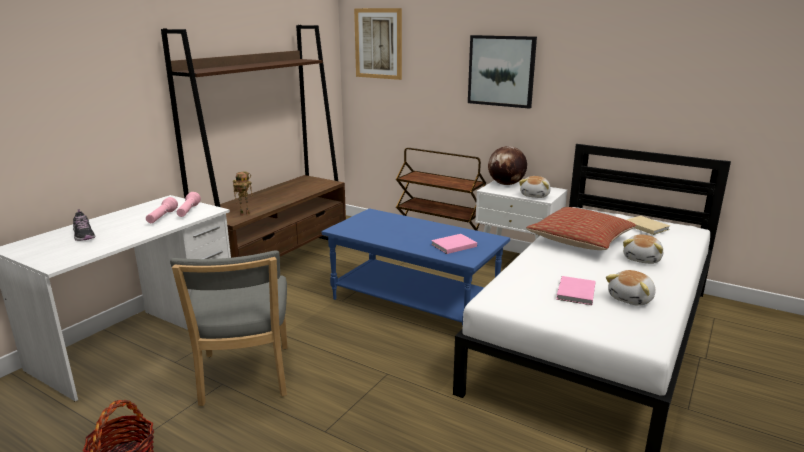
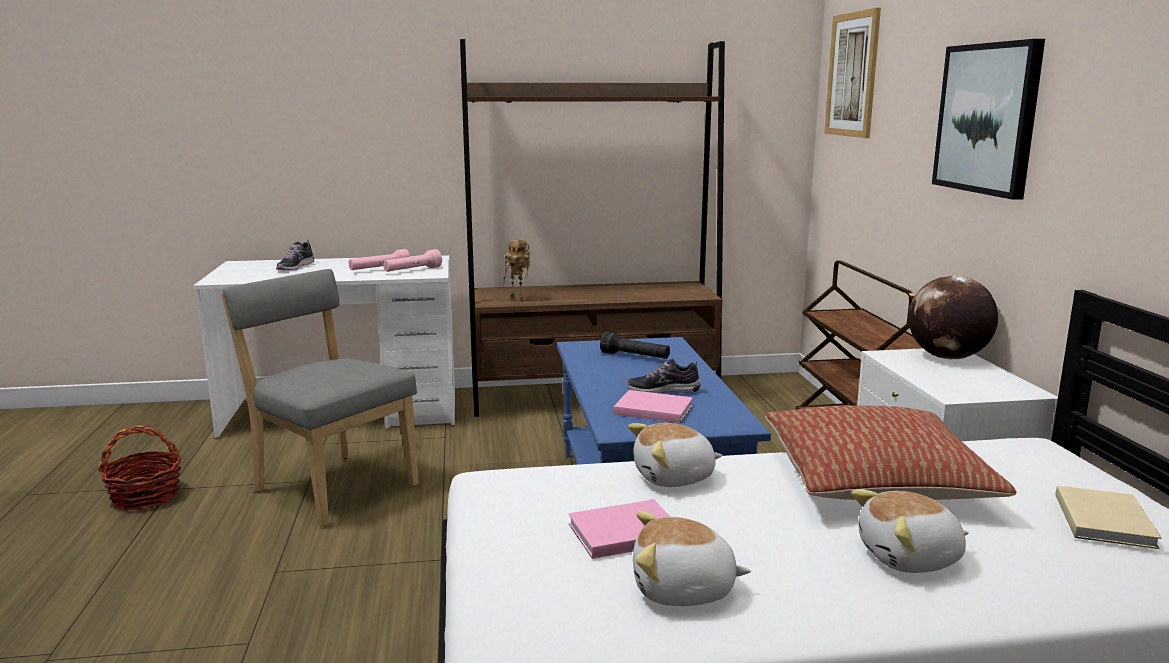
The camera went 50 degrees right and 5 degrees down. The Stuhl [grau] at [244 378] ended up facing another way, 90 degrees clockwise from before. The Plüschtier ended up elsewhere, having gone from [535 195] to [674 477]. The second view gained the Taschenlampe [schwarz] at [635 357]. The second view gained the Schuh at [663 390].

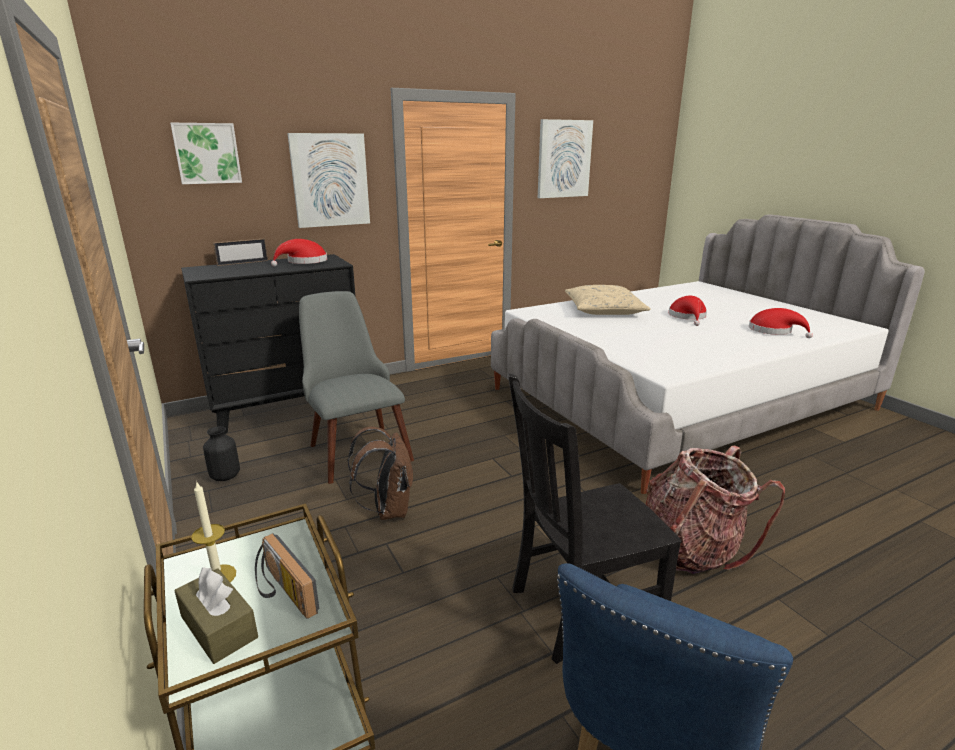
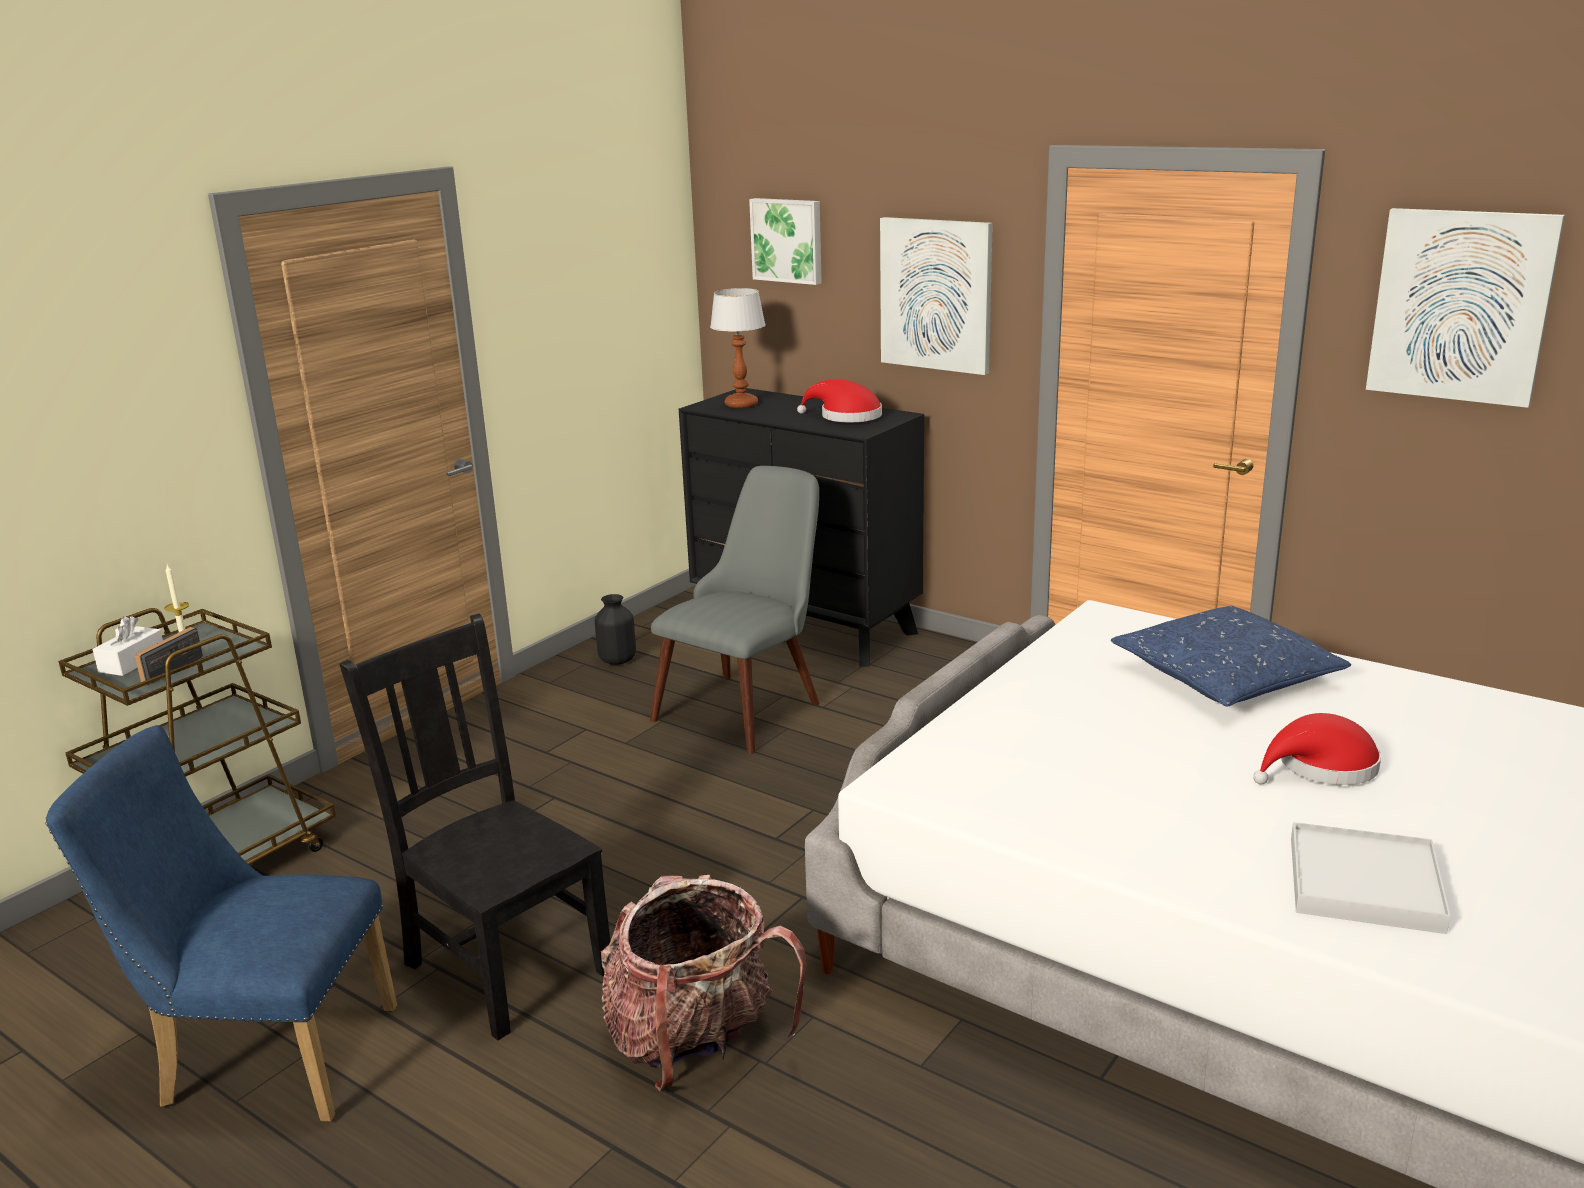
The camera went 65 degrees right and 0 degrees up. What was the Taschentuchbox [braun] at [219 627] turned into the Taschentuchbox [weiß] at [132 662]. The second view lost the Bilderrahmen at [243 263]. The second view lost the Rucksack [braun] at [388 509]. What was the Kissen [beige] at [604 310] turned into the Kissen [blau] at [1226 676]. Where the Hut [rot] stood at [773 331], the Tablett [weiß] came to stand at [1364 883]. The second view gained the Tischlampe at [742 405].

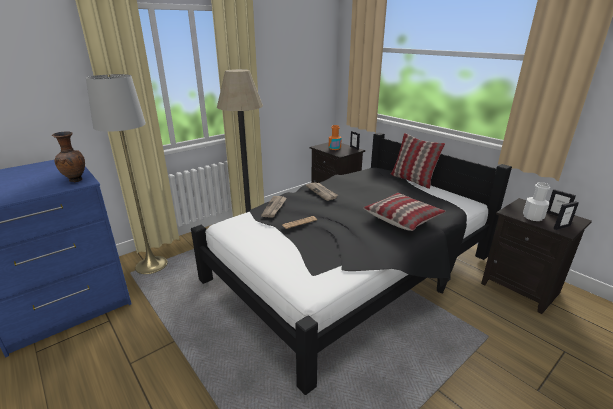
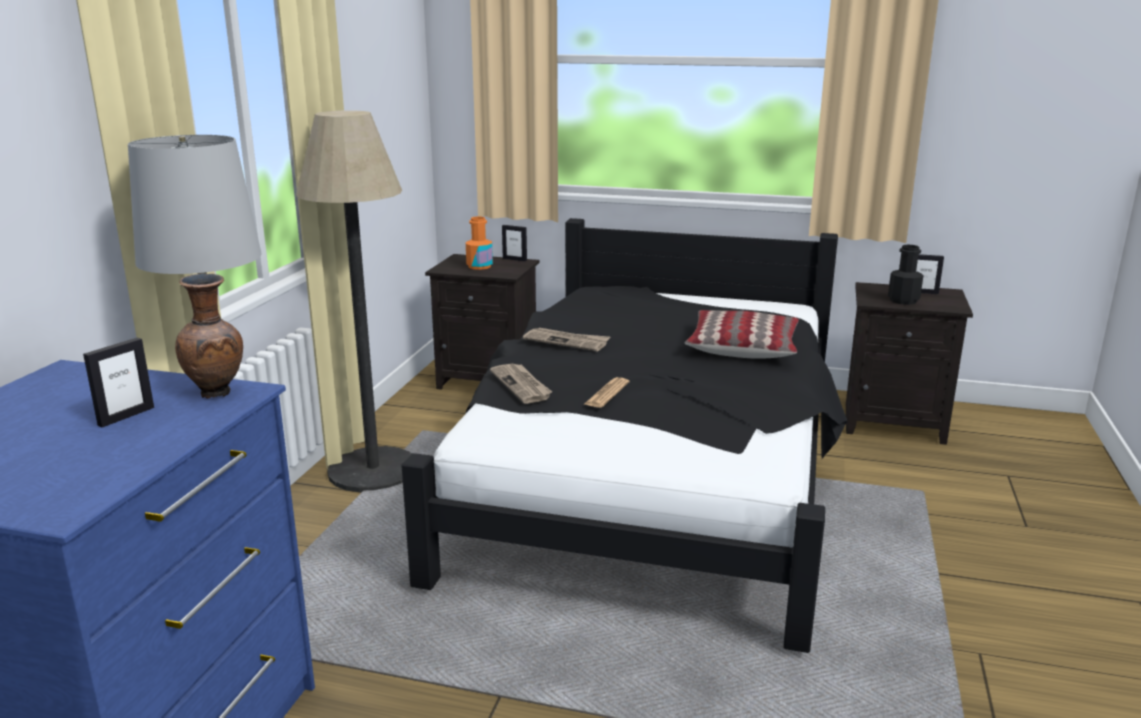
The camera went 35 degrees left and 5 degrees down. The second view lost the Kissen at [412 180]. What was the Flasche [weiß] at [533 217] turned into the Flasche [schwarz] at [903 300]. The Bilderrahmen ended up elsewhere, having gone from [561 227] to [126 416].

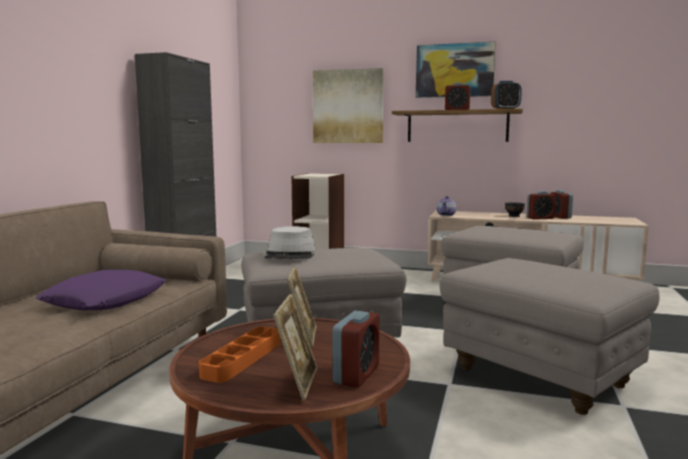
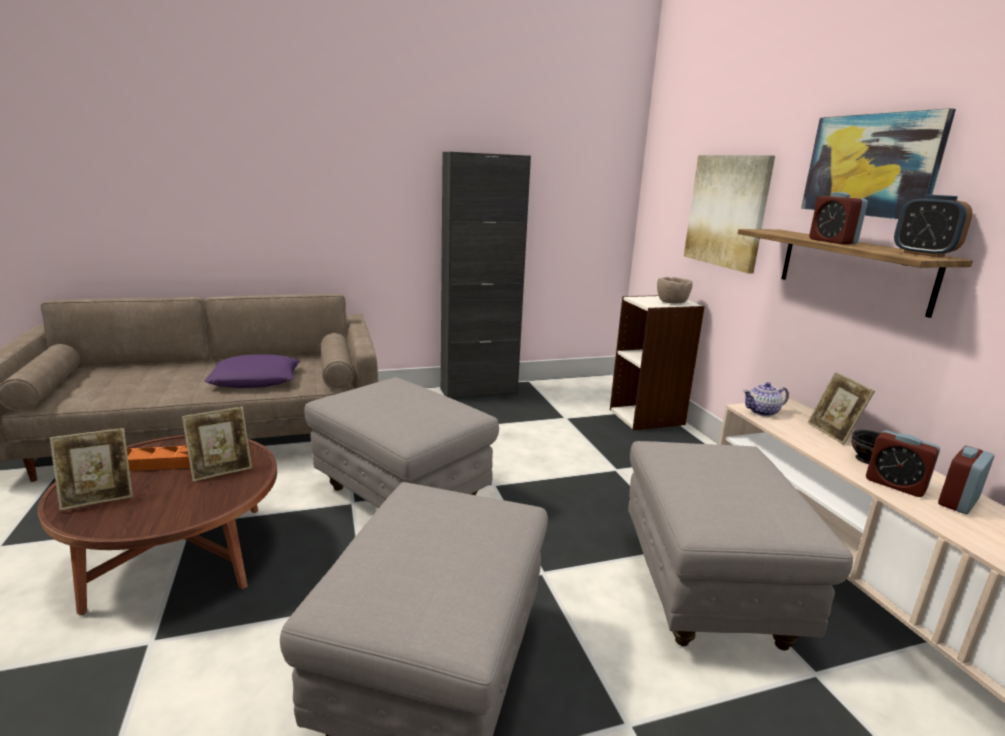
The camera went 55 degrees right and 10 degrees up. The second view lost the Hut [grau] at [290 255]. The second view lost the Wecker at [356 375]. The second view gained the Schüssel [braun] at [672 302]. The second view gained the Bilderrahmen at [832 433].

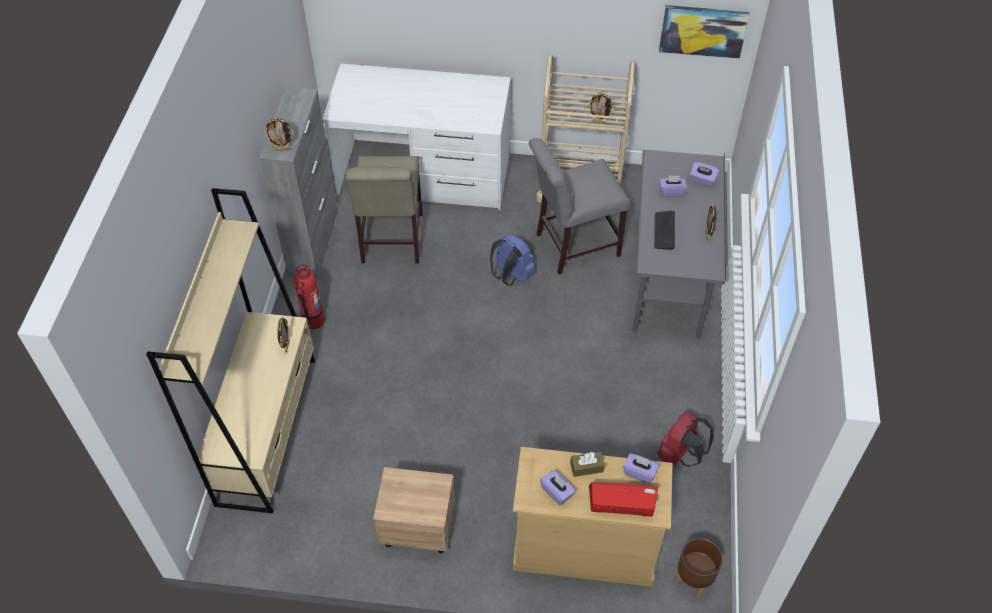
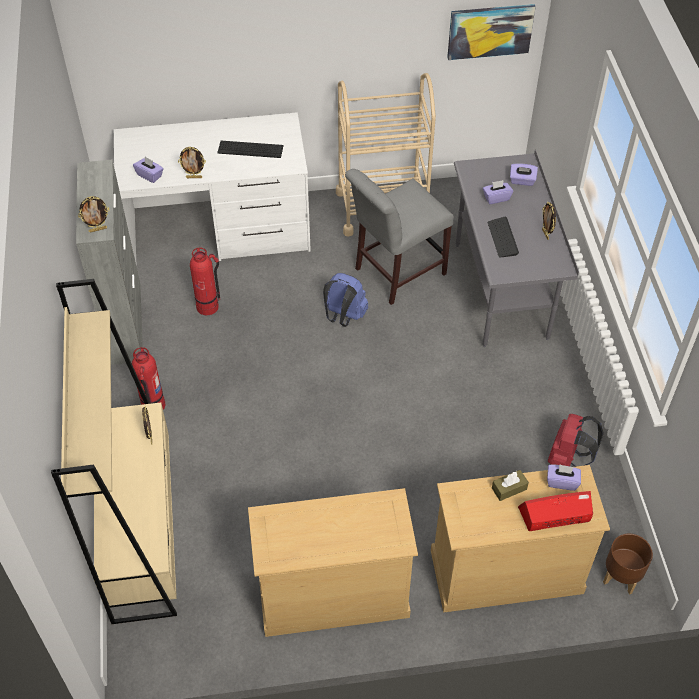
The camera went 15 degrees left and 0 degrees up. Where the Stuhl [beige] stood at [391 242], the Feuerlöscher came to stand at [208 306]. Where the Nachttisch [beige] stood at [416 528], the Kommode [beige] came to stand at [332 594]. The Taschentuchbox [lila] ended up elsewhere, having gone from [557 492] to [150 175]. The Bilderrahmen ended up elsewhere, having gone from [599 122] to [194 177]. The second view gained the Tastatur at [250 149].

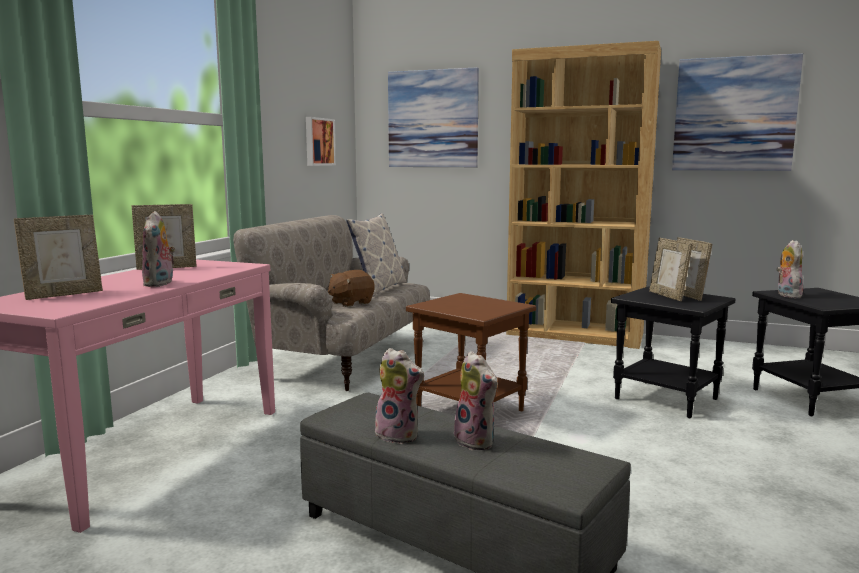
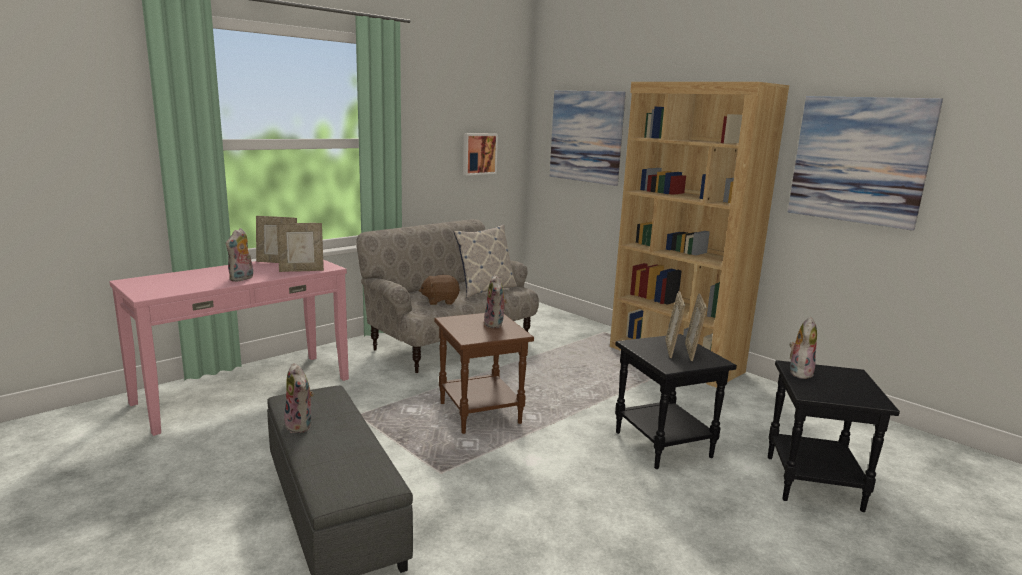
The camera went 25 degrees right and 5 degrees up. The Bilderrahmen ended up elsewhere, having gone from [64 294] to [301 270]. The Plüschtier ended up elsewhere, having gone from [477 441] to [495 324].

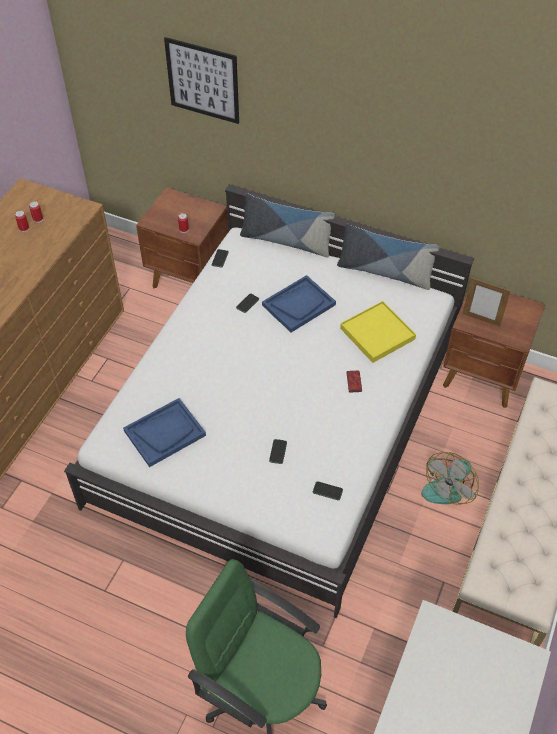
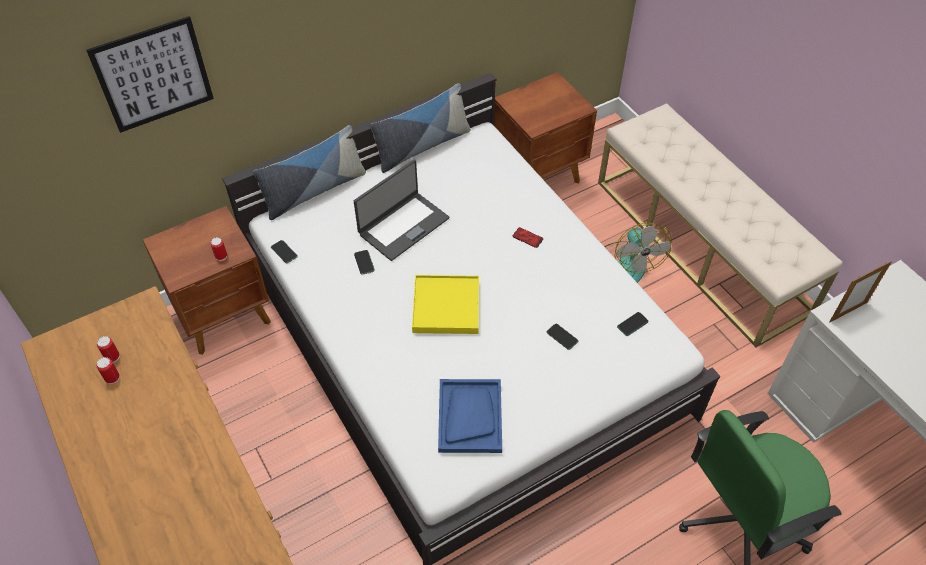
The camera went 55 degrees left and 0 degrees up. Where the Tablett [blau] stood at [299 305], the Laptop came to stand at [403 226]. The Tablett [gelb] ended up elsewhere, having gone from [377 334] to [446 307]. The Bilderrahmen ended up elsewhere, having gone from [481 319] to [848 312].

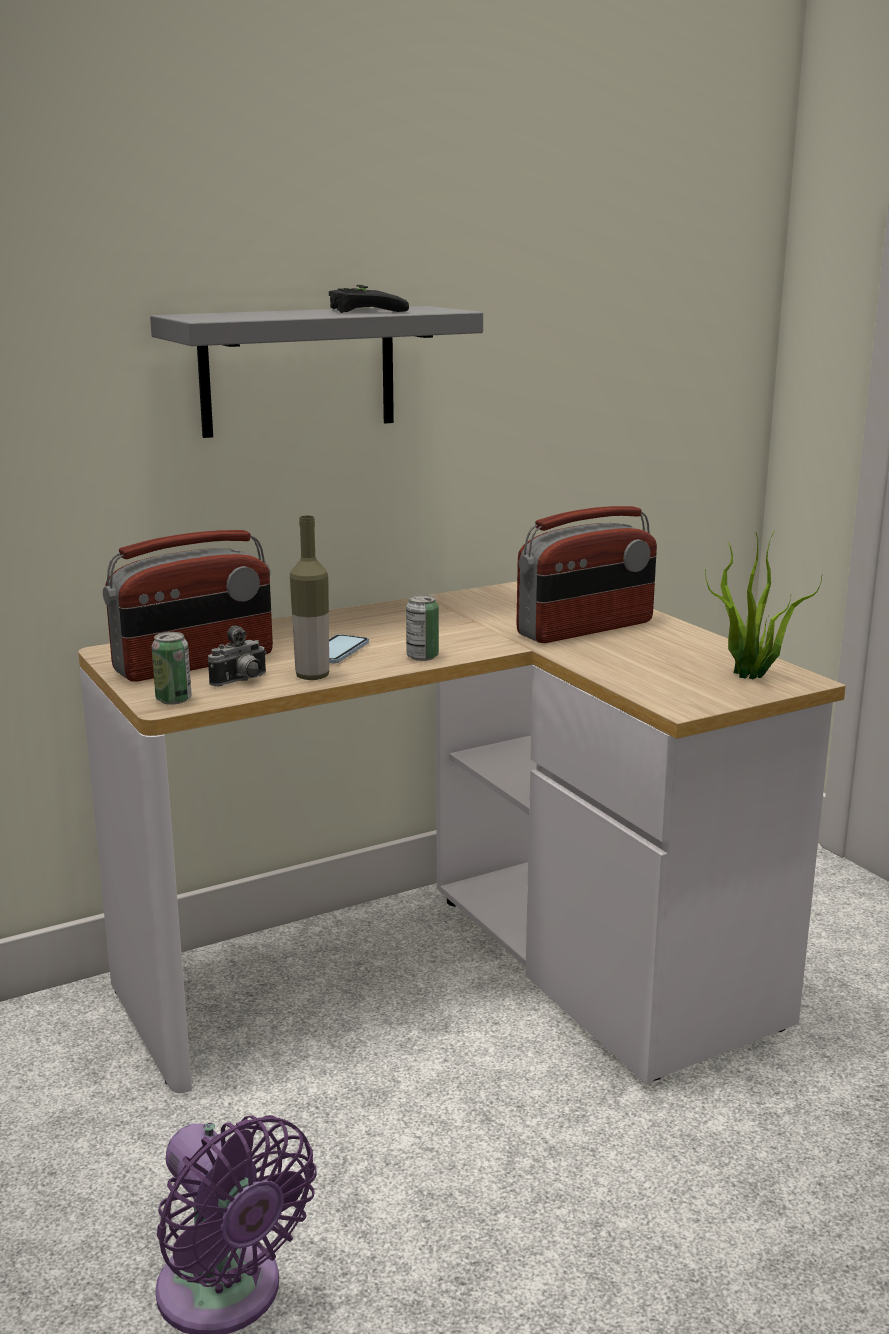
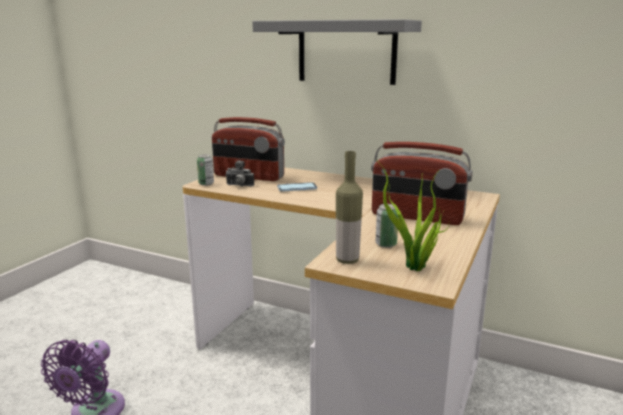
The camera went 55 degrees right and 0 degrees up. The Flasche ended up elsewhere, having gone from [312 676] to [347 260]. The second view lost the Gamepad [schwarz] at [360 310]. The Dose ended up elsewhere, having gone from [422 657] to [386 244].

